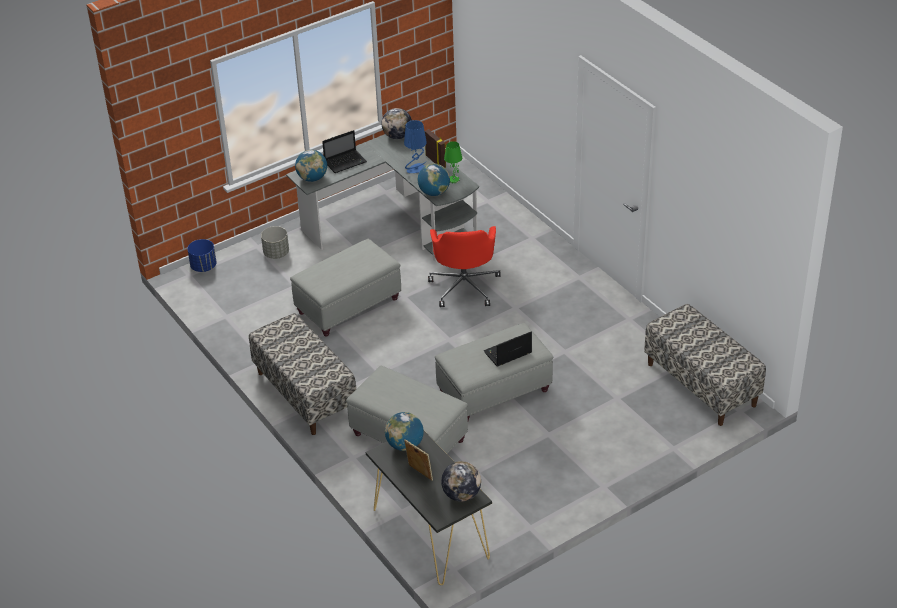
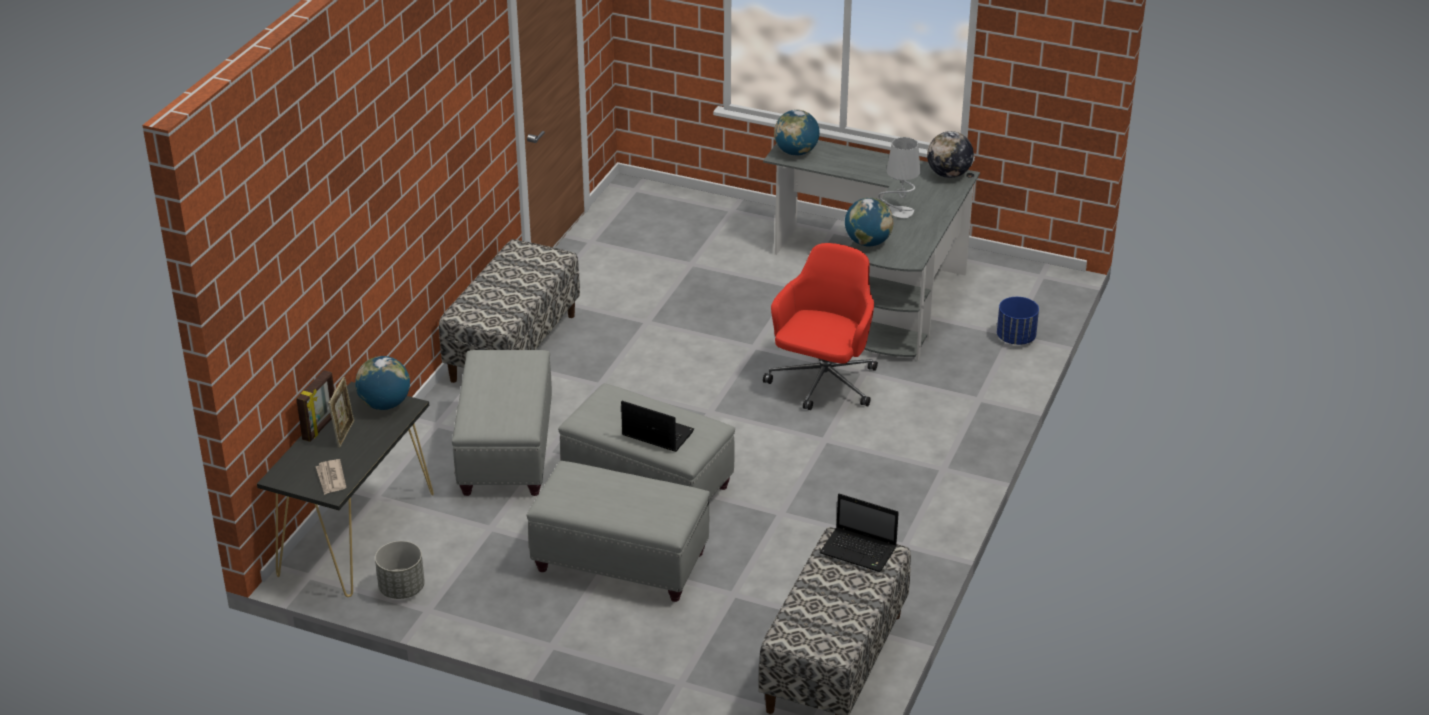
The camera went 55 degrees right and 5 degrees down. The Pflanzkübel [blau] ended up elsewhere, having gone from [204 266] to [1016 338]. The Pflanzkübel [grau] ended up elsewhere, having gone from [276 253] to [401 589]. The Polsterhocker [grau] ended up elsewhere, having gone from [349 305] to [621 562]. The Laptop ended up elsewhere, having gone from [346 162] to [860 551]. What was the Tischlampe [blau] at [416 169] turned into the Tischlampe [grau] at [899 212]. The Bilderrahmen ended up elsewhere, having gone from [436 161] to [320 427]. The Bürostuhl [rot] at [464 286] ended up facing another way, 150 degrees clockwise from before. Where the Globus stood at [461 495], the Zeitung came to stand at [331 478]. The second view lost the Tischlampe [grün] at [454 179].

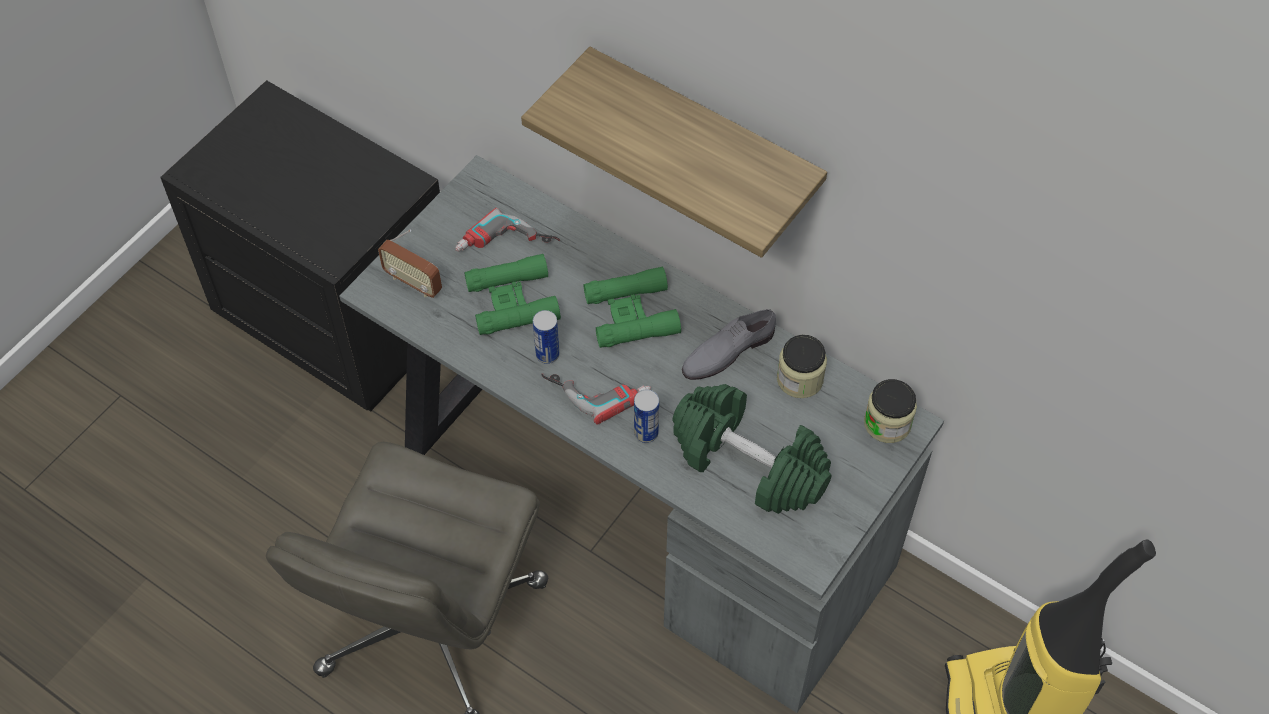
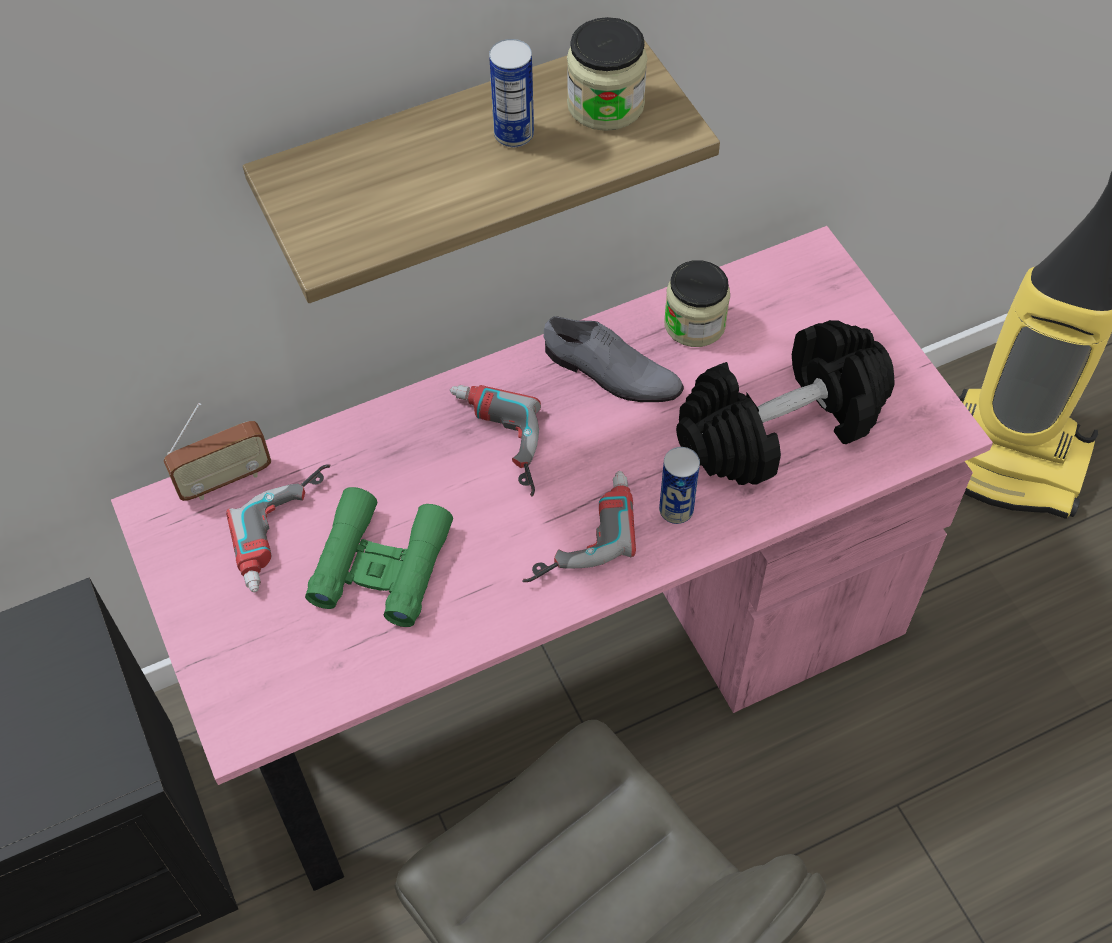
The camera went 60 degrees left and 0 degrees up. What was the Schreibtisch [grau] at [635 501] turned into the Schreibtisch [rosa] at [557 661]. The Radio ended up elsewhere, having gone from [413 283] to [225 480]. The Dose ended up elsewhere, having gone from [547 354] to [514 134]. Where the Fernglas [grün] stood at [631 314], the Bohrmaschine came to stand at [492 444]. What was the Hantel [grün] at [748 464] turned into the Hantel [schwarz] at [781 428]. The Schuh [grau] at [727 351] ended up facing another way, 60 degrees counterclockwise from before. The Vorratsglas ended up elsewhere, having gone from [887 423] to [605 104].

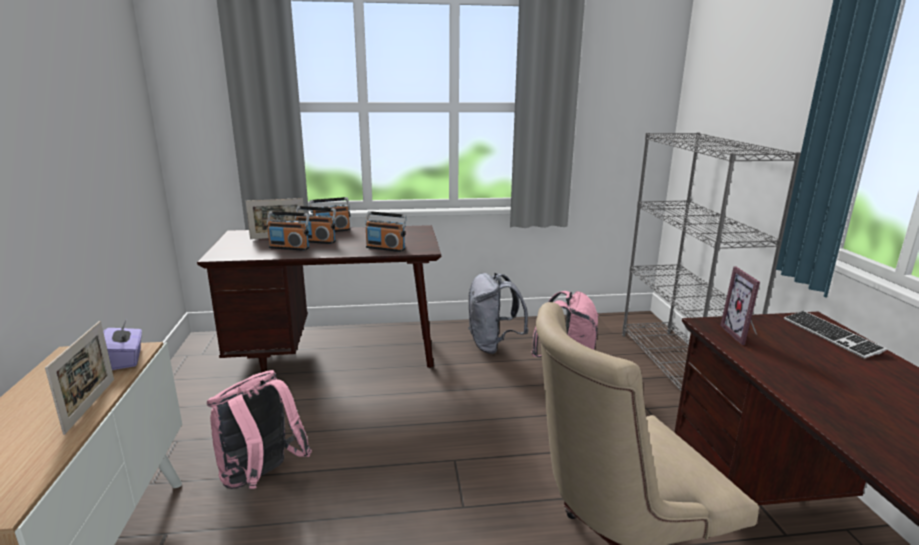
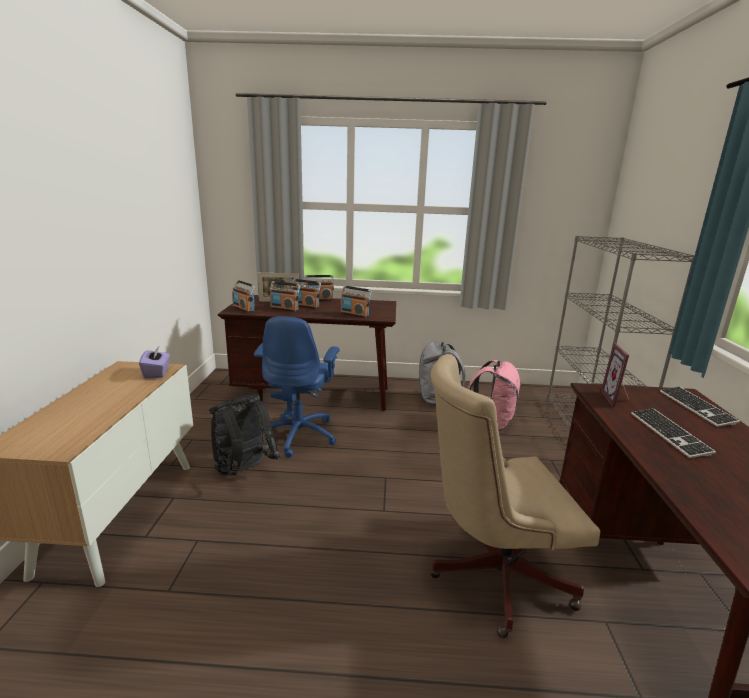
The camera went 10 degrees right and 0 degrees up. The second view lost the Bilderrahmen at [90 405]. What was the Rucksack [rosa] at [261 478] turned into the Rucksack [schwarz] at [243 471]. The second view gained the Radio at [243 309]. The second view gained the Bürostuhl [blau] at [299 435]. The second view gained the Tastatur at [669 433].

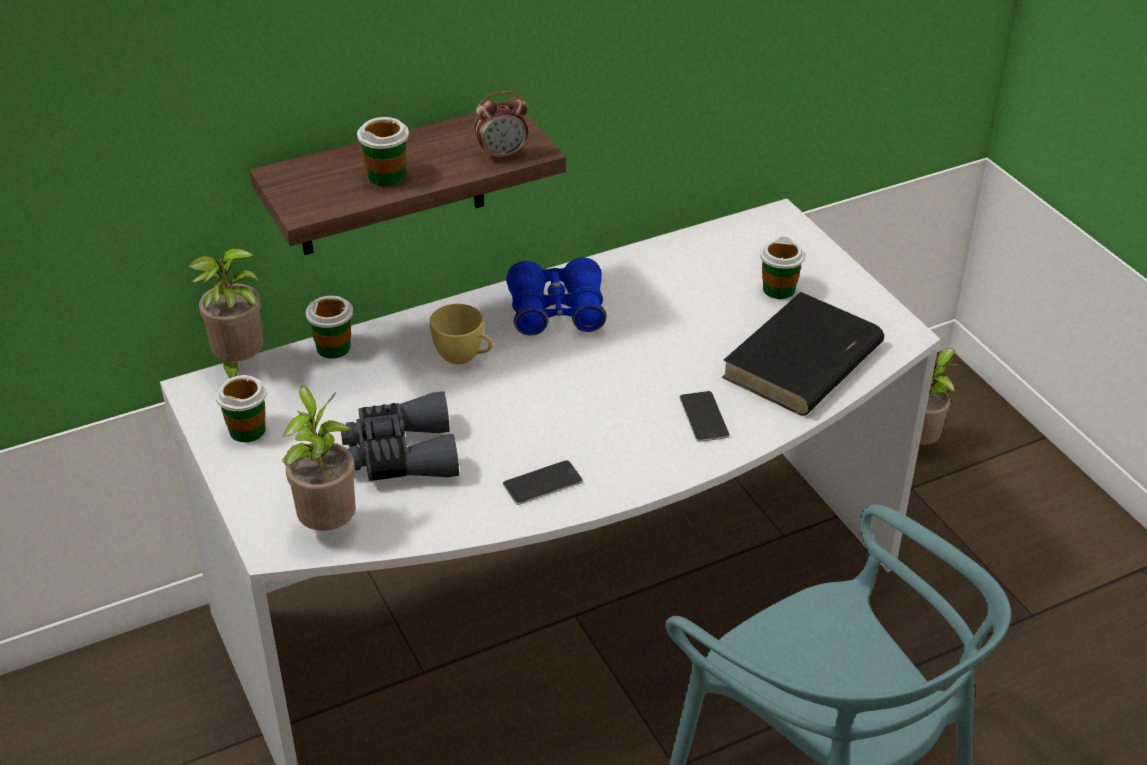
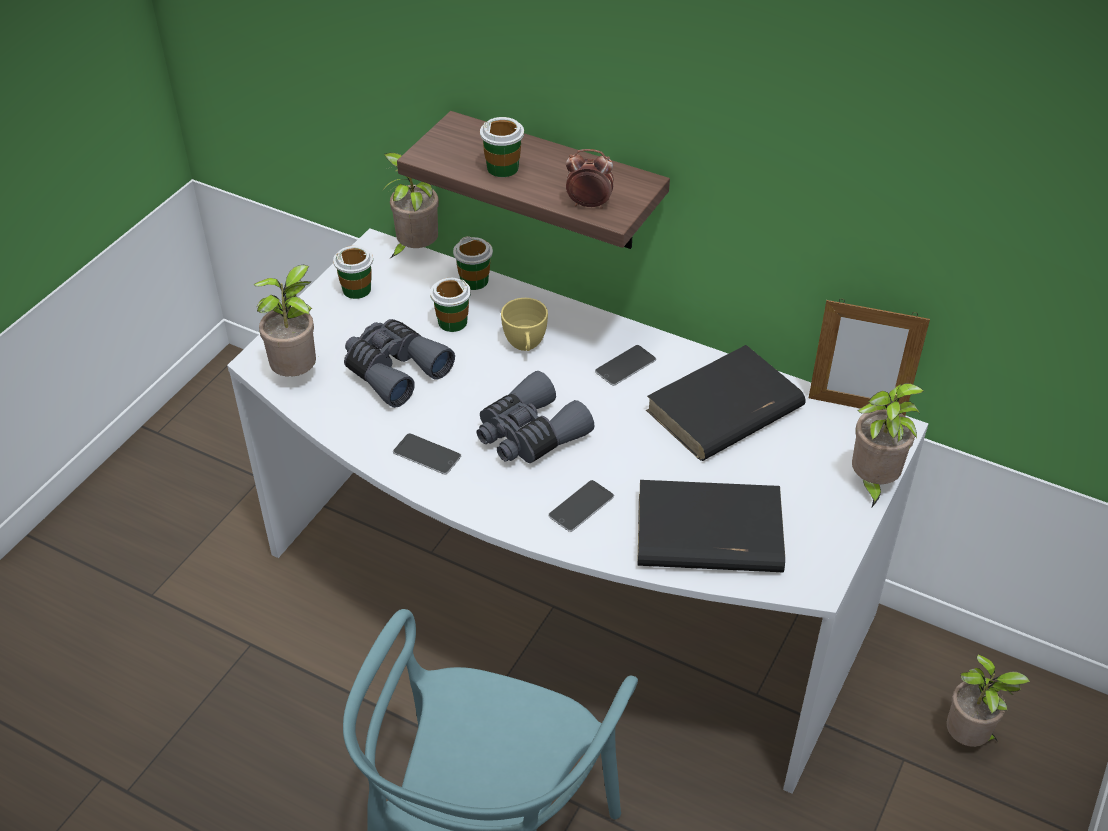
The camera went 55 degrees right and 5 degrees up. The Wecker at [502 155] ended up facing another way, 150 degrees clockwise from before. Where the Fernglas [blau] stood at [557 312], the Handy came to stand at [625 365]. The Tasse ended up elsewhere, having gone from [778 289] to [452 322]. The second view gained the Fernglas [grau] at [529 434]. The second view gained the Buch [schwarz] at [723 410]. The second view gained the Bilderrahmen at [856 407]. The second view gained the Topfpflanze at [872 484].

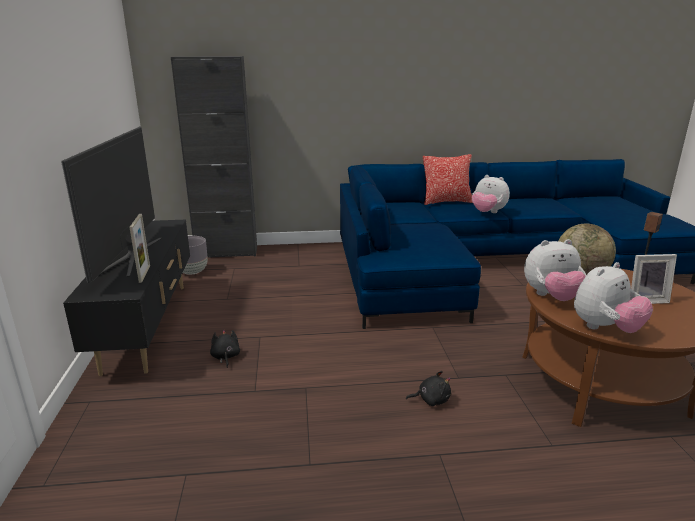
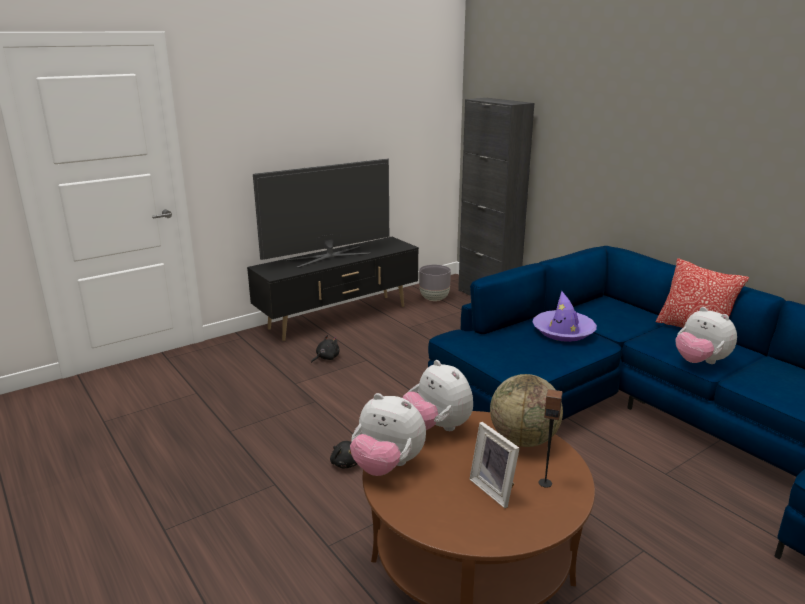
The camera went 60 degrees right and 0 degrees up. The second view lost the Bilderrahmen at [144 274]. The Plüschtier at [487 213] ended up facing another way, 45 degrees counterclockwise from before. The second view gained the Hut [lila] at [563 331].

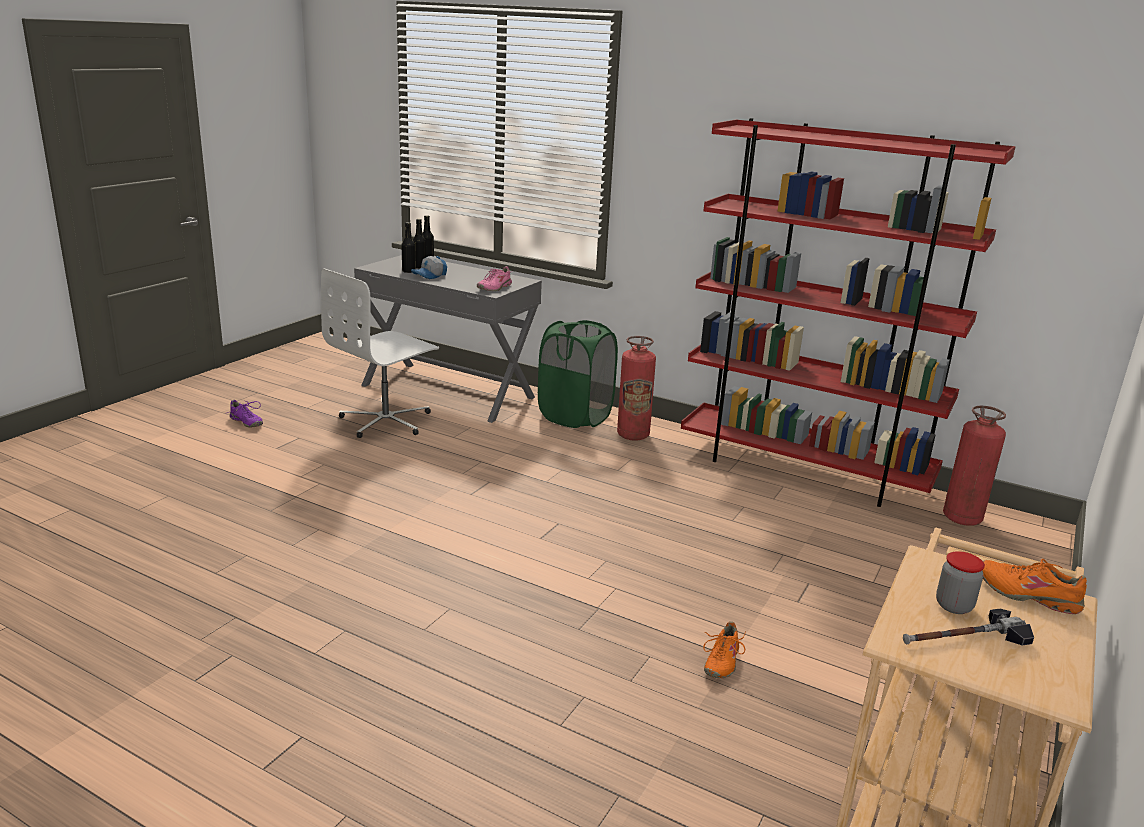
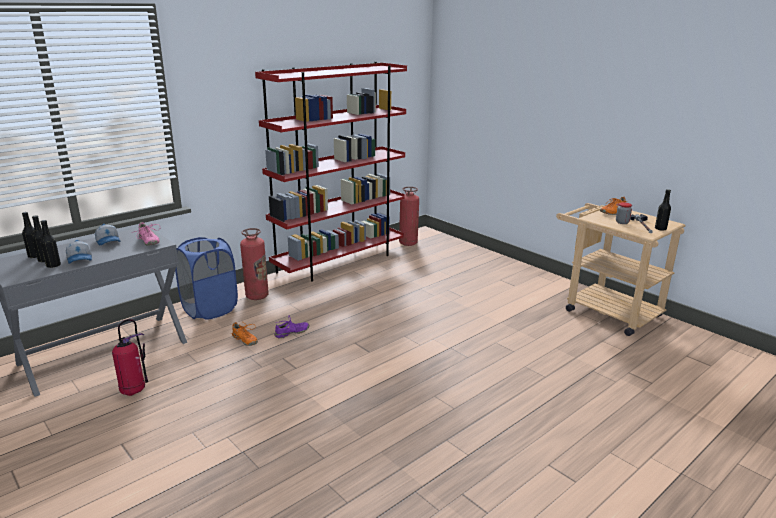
The camera went 70 degrees left and 0 degrees up. The Schuh [lila] ended up elsewhere, having gone from [246 422] to [292 333]. Where the Bürostuhl [weiß] stood at [386 421], the Feuerlöscher came to stand at [134 390]. What was the Wäschekorb [grün] at [575 417] turned into the Wäschekorb [blau] at [210 309]. The Schuh [orange] ended up elsewhere, having gone from [721 661] to [244 340]. The second view gained the Kappe at [109 241]. The second view gained the Flasche [schwarz] at [660 229].

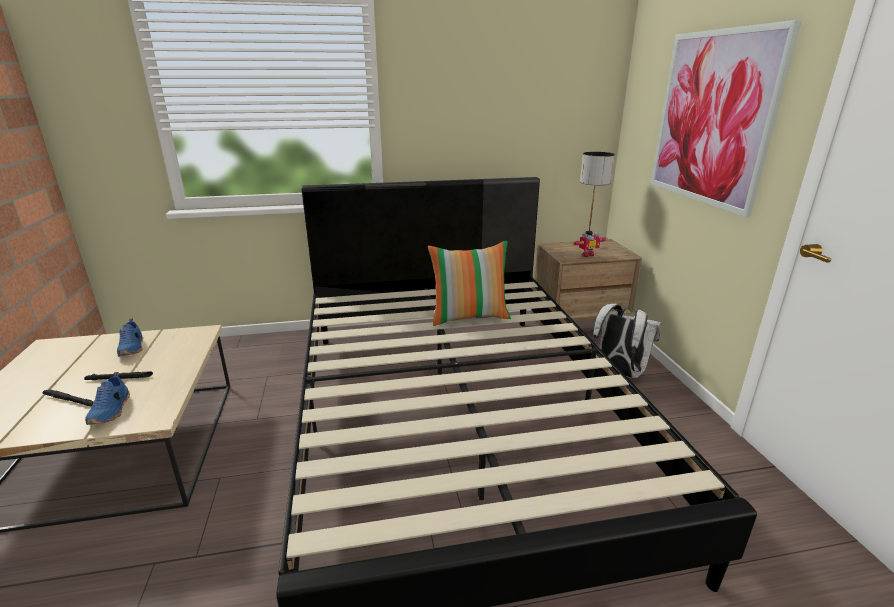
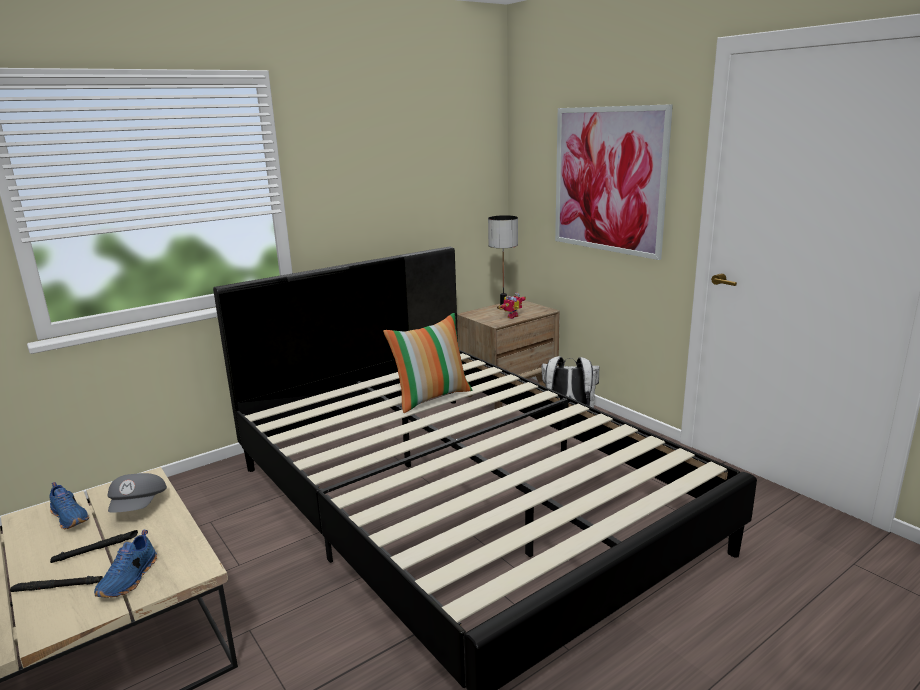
The camera went 25 degrees left and 5 degrees down. The Schuh [blau] at [111 410] ended up facing another way, 45 degrees clockwise from before. The second view gained the Kappe [grau] at [139 506].

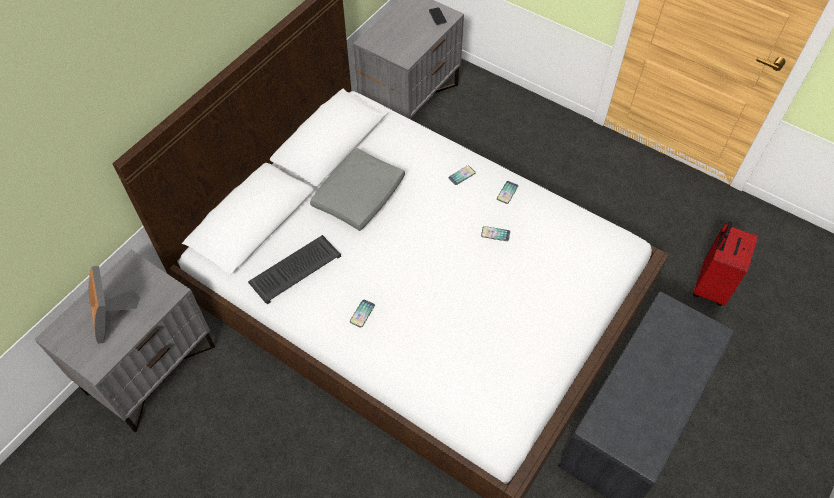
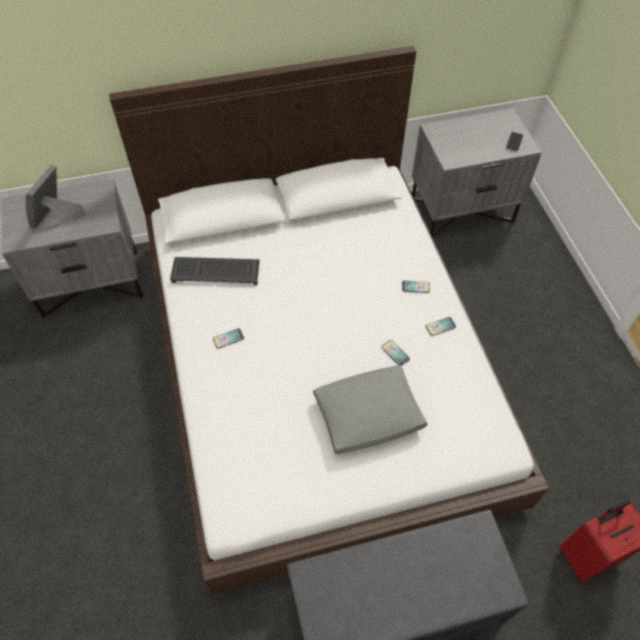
The camera went 40 degrees right and 0 degrees up. The Kissen [grau] ended up elsewhere, having gone from [359 196] to [369 415].

